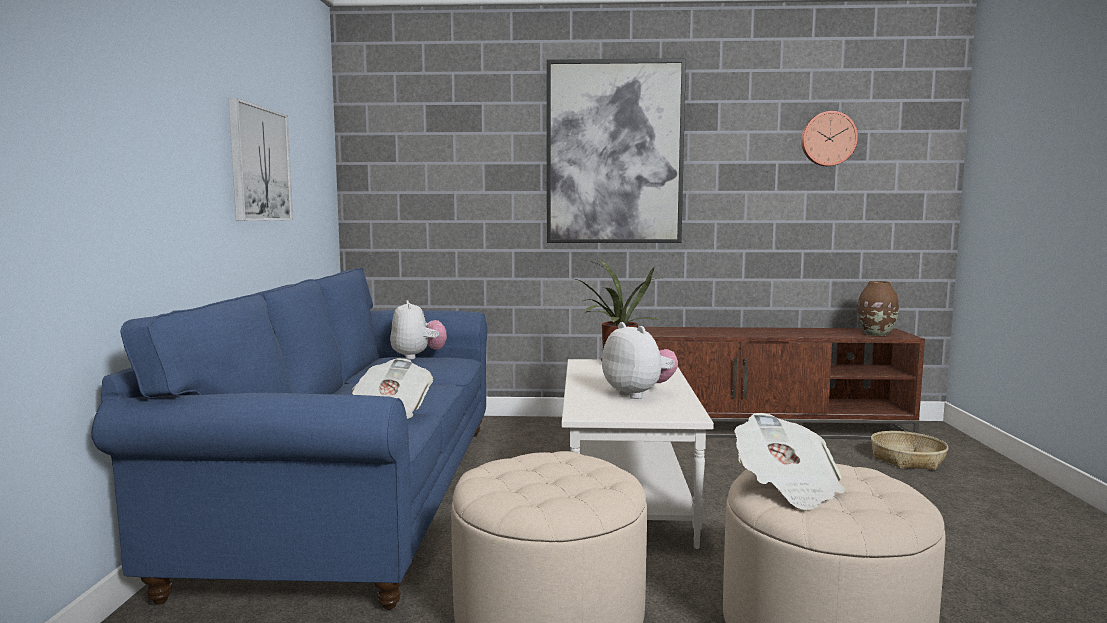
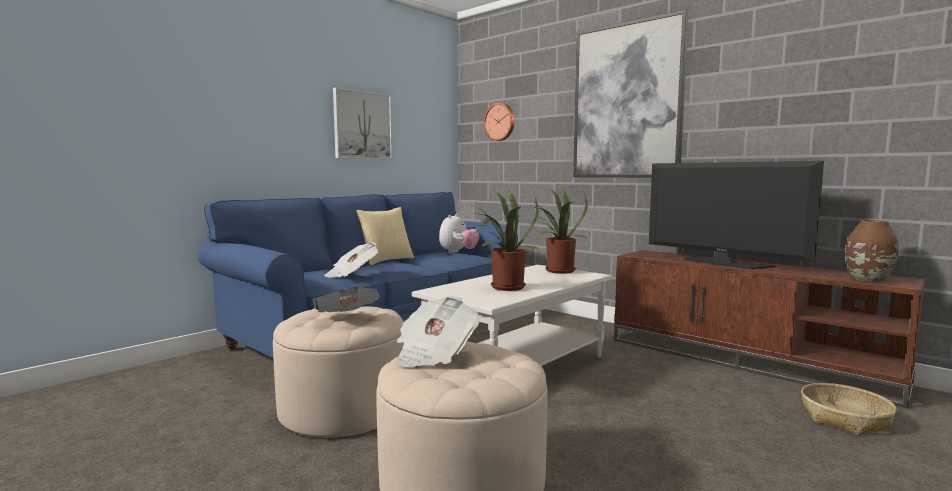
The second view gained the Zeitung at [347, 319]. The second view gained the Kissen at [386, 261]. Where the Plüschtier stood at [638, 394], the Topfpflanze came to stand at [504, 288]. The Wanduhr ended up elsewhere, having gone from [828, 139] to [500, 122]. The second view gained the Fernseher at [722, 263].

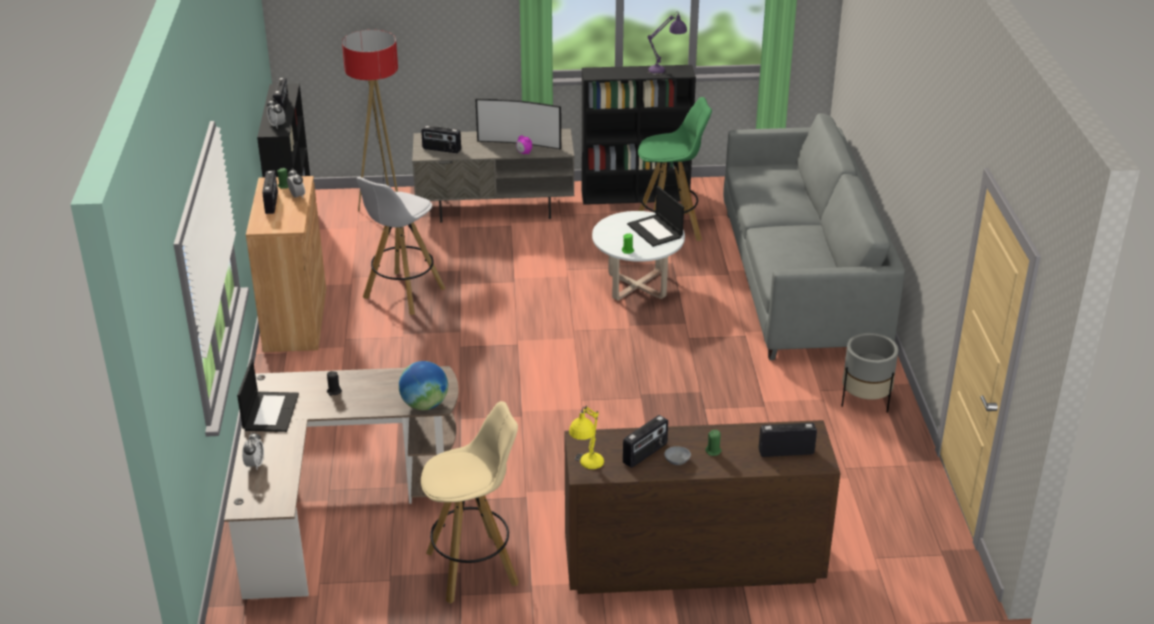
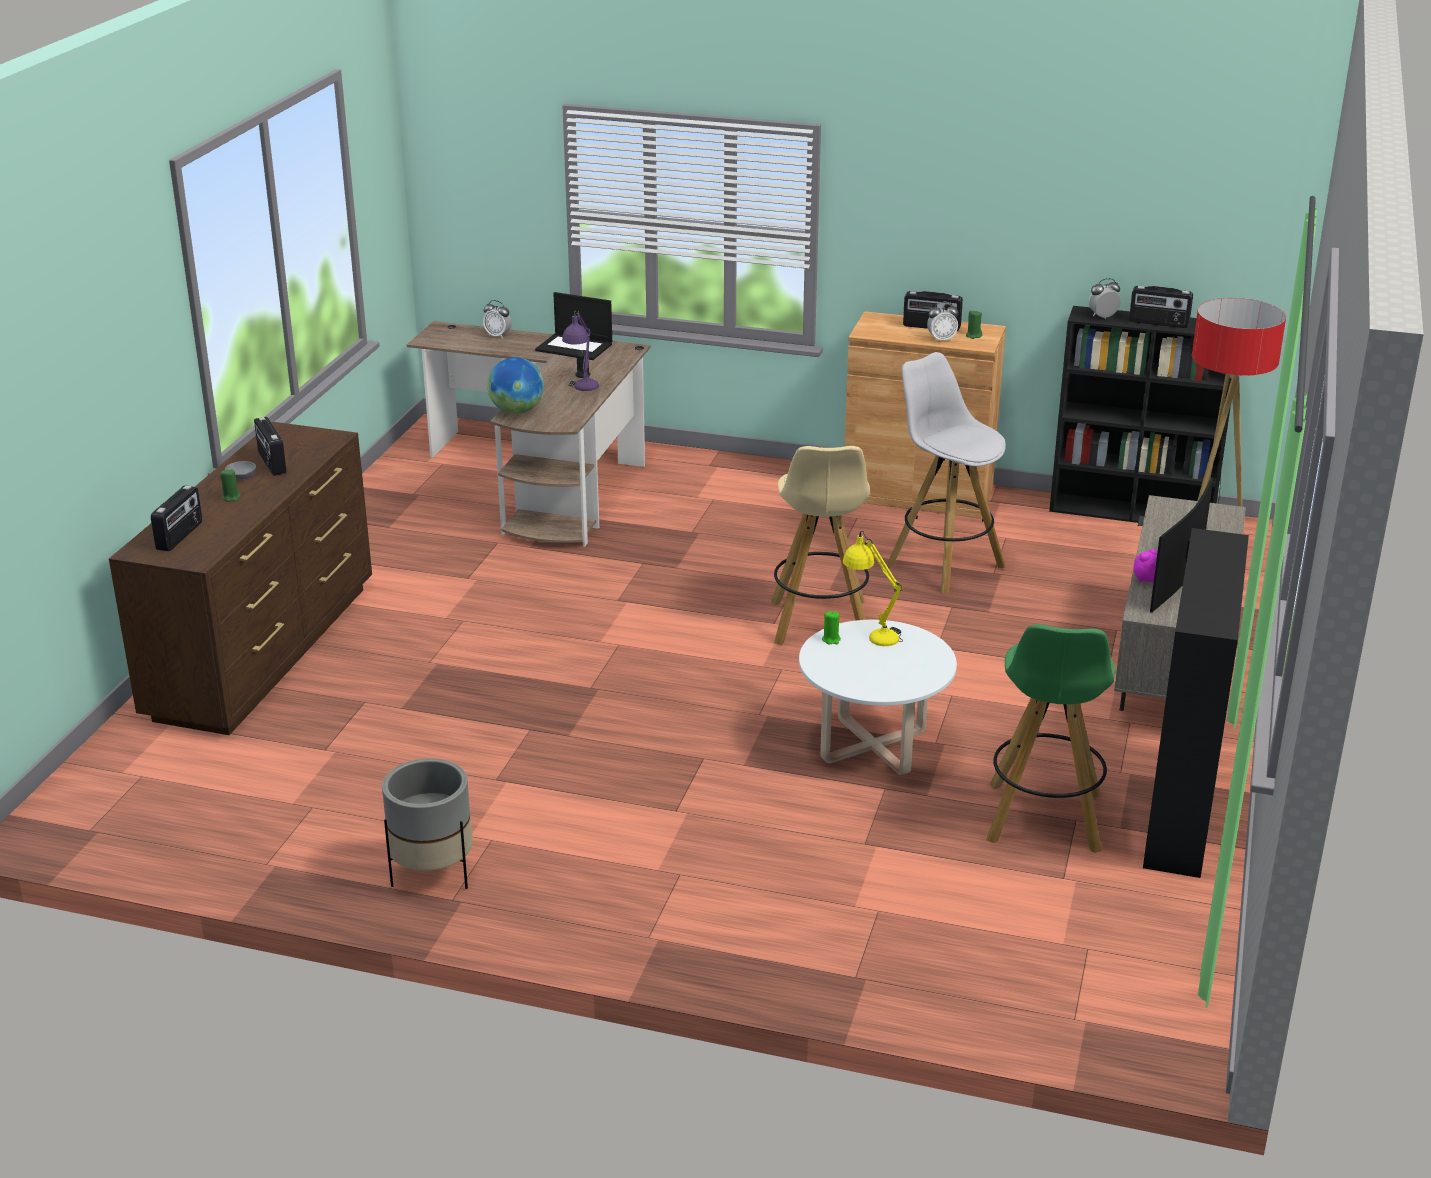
The Tischlampe [lila] ended up elsewhere, having gone from [666, 70] to [581, 391]. The Hocker [beige] ended up elsewhere, having gone from [474, 568] to [820, 624]. The Tischlampe [gelb] ended up elsewhere, having gone from [586, 469] to [871, 632]. The second view lost the Radio at [441, 149]. The second view lost the Laptop at [655, 231]. The second view lost the Sofa [grau] at [801, 280].

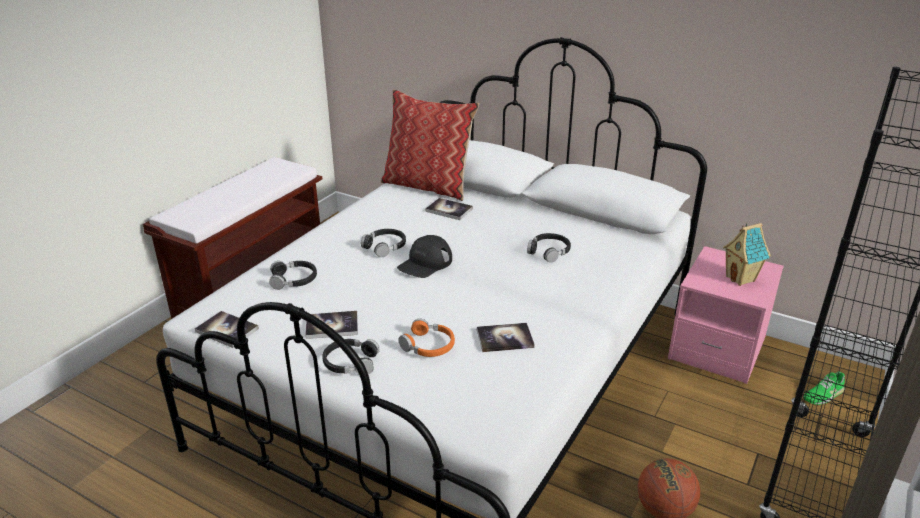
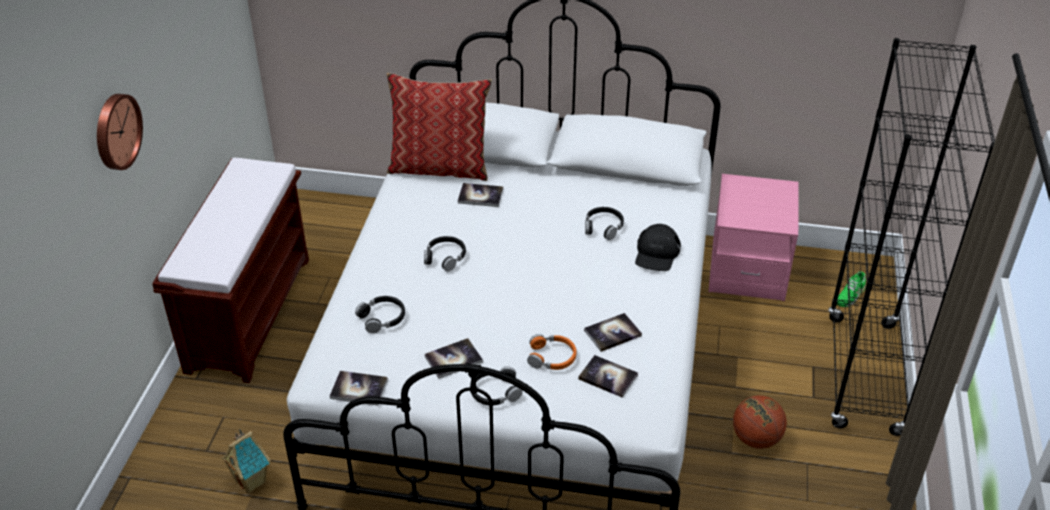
The second view gained the Wanduhr at [115, 131]. The Spielzeughaus ended up elsewhere, having gone from [741, 279] to [252, 481]. The second view gained the Buch at [608, 377]. The Kappe [schwarz] ended up elsewhere, having gone from [425, 263] to [656, 253].

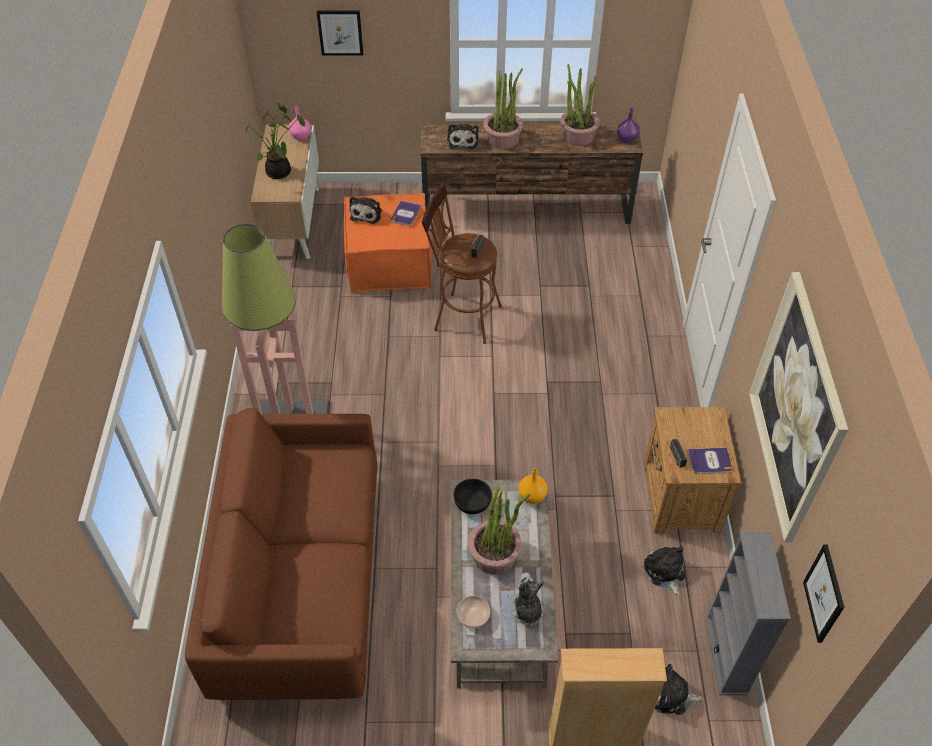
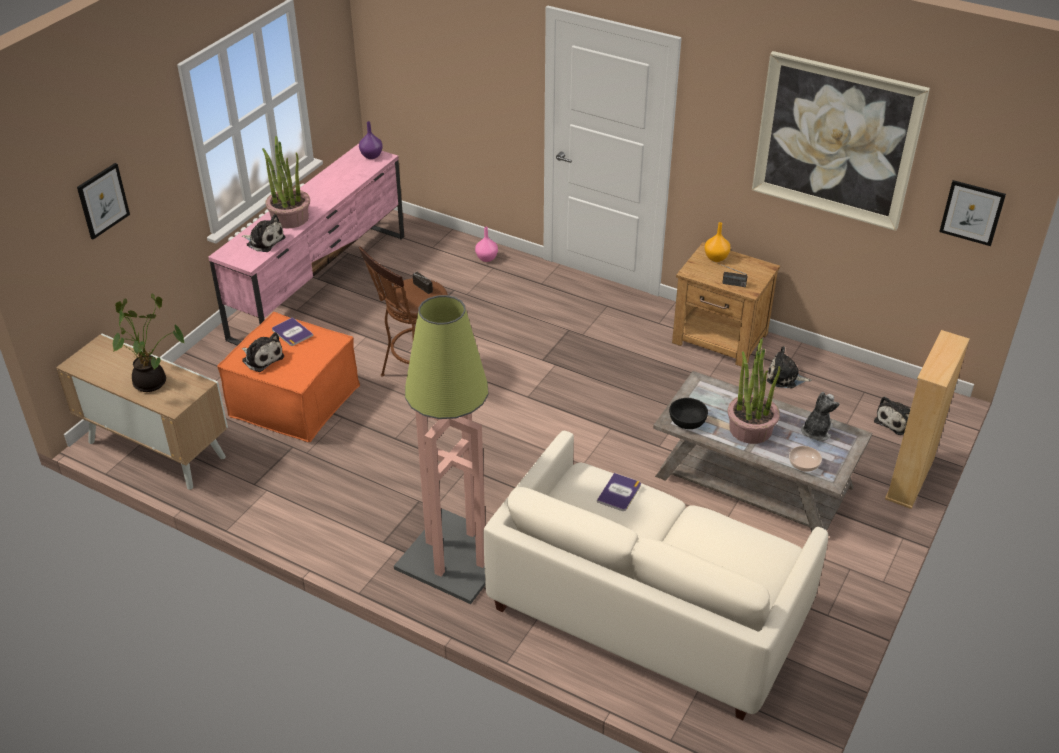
What was the Fernsehschrank [braun] at [527, 209] turned into the Fernsehschrank [rosa] at [320, 285]. The Vase [rosa] ended up elsewhere, having gone from [301, 136] to [486, 258]. What was the Sofa [braun] at [299, 579] turned into the Sofa [weiß] at [647, 609]. The Buch ended up elsewhere, having gone from [709, 461] to [619, 493]. The Vase [orange] ended up elsewhere, having gone from [531, 496] to [716, 258]. The Plüschtier at [526, 610] ended up facing another way, 105 degrees clockwise from before. The second view lost the Topfpflanze at [578, 135]. The second view lost the Bücherregal [grau] at [726, 654].

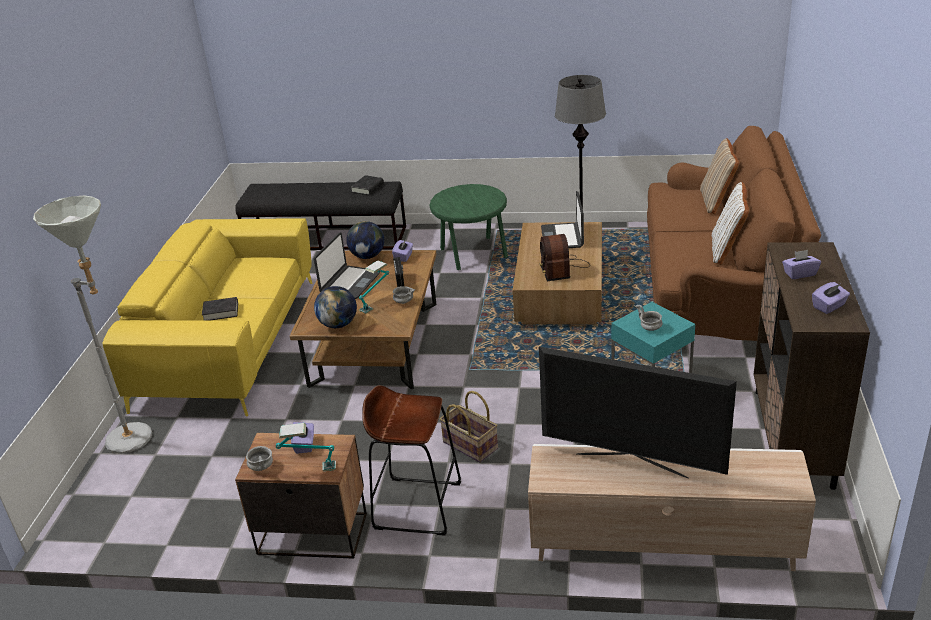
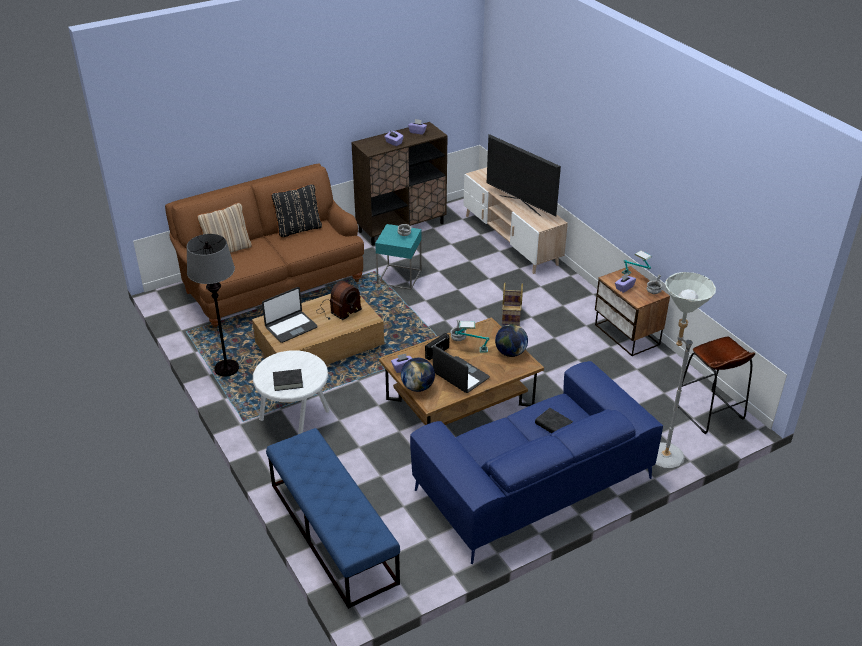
What was the Beistelltisch [grün] at [472, 253] turned into the Beistelltisch [weiß] at [295, 416]. What was the Bank [schwarz] at [327, 238] turned into the Bank [blau] at [332, 532]. What was the Kissen [weiß] at [727, 250] turned into the Kissen [schwarz] at [298, 229]. The Buch [schwarz] ended up elsewhere, having gone from [367, 188] to [288, 382]. What was the Sofa [gelb] at [229, 342] turned into the Sofa [blau] at [532, 483]. The Laptop at [349, 283] ended up facing another way, 60 degrees clockwise from before. The Fernseher at [631, 464] ended up facing another way, 150 degrees clockwise from before. The Hocker [braun] ended up elsewhere, having gone from [417, 505] to [709, 412].

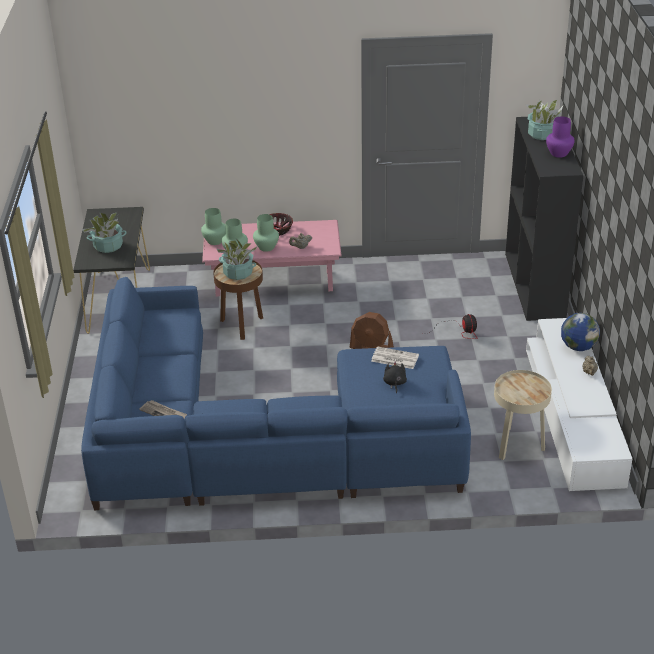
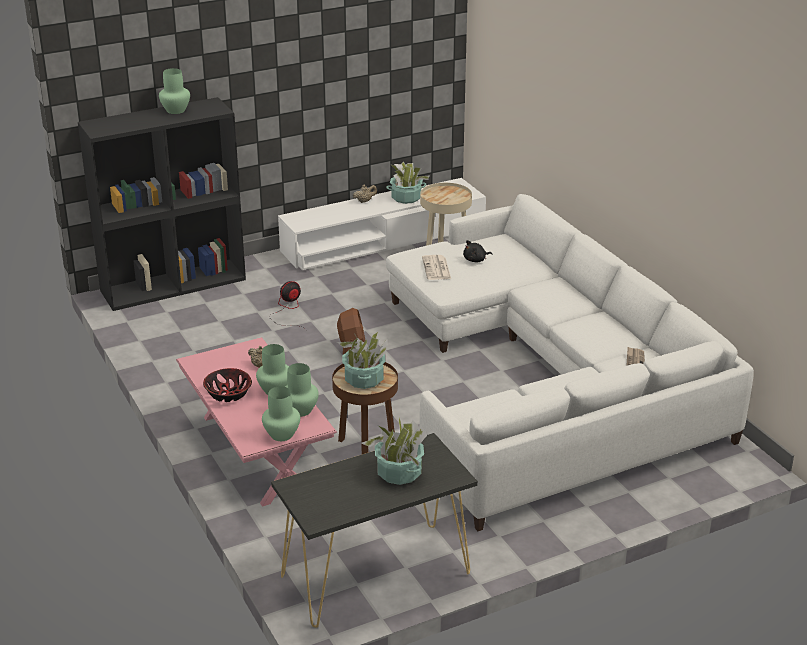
What was the Vase [lila] at [558, 153] turned into the Vase [grün] at [176, 110]. The Topfpflanze ended up elsewhere, having gone from [542, 134] to [406, 198]. What was the Sofa [blau] at [259, 437] turned into the Sofa [weiß] at [549, 380]. The second view lost the Globus at [578, 347].

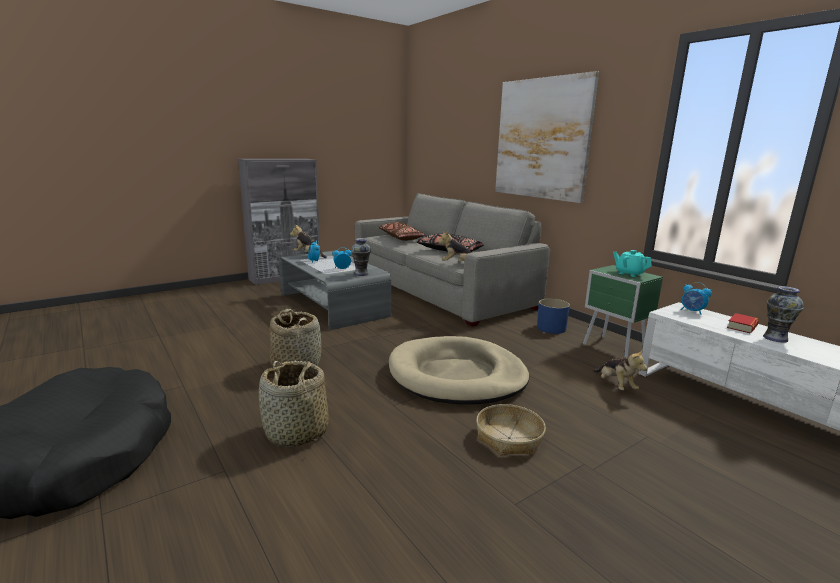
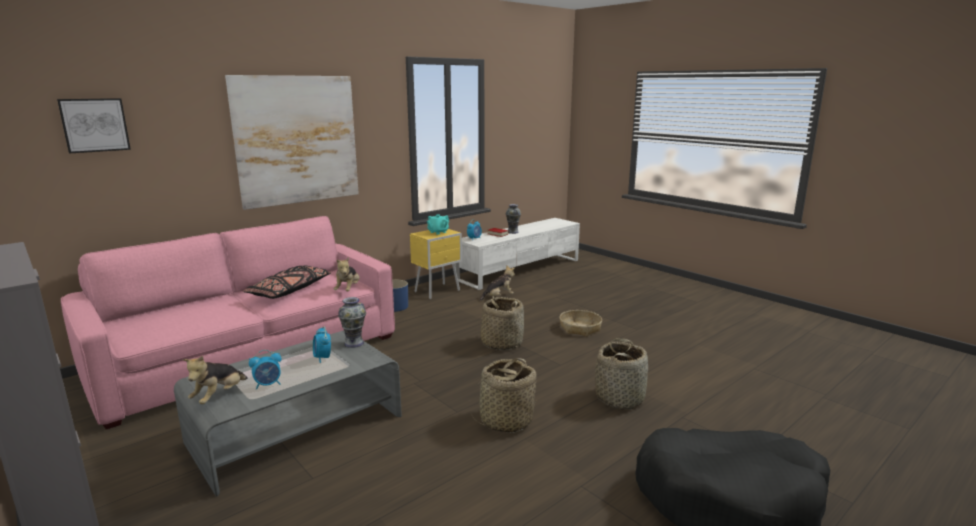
The second view gained the Bild at [94, 125]. What was the Sofa [grau] at [440, 289] turned into the Sofa [rosa] at [248, 355]. What was the Nachttisch [grün] at [614, 349] turned into the Nachttisch [gelb] at [438, 291]. Where the Hundebett [beige] stood at [457, 375], the Korb came to stand at [501, 343]. The second view lost the Kissen [braun] at [400, 238].

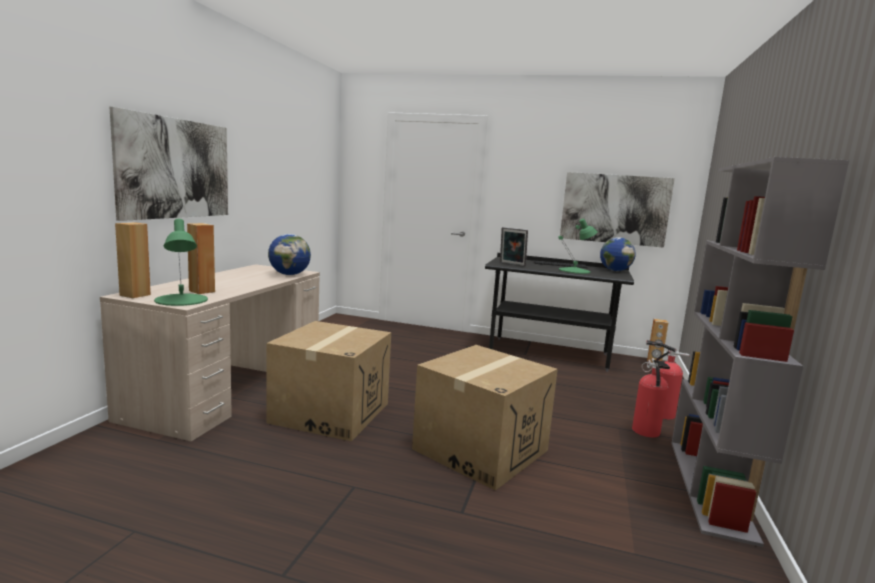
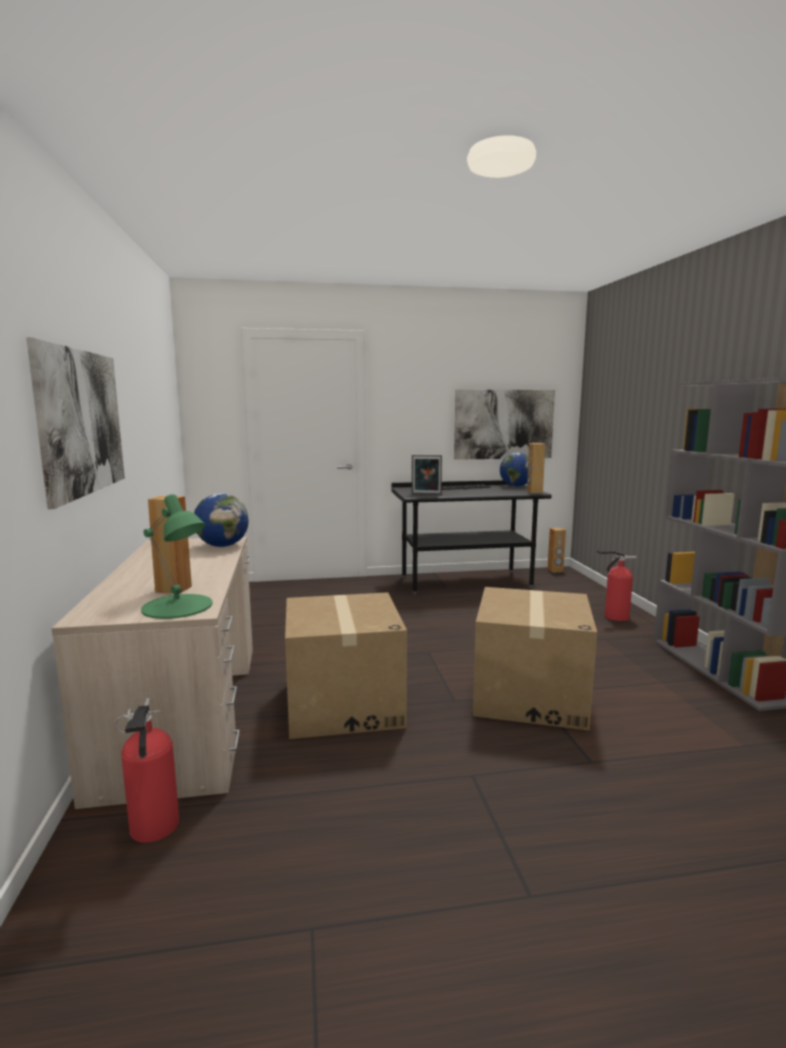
The Feuerlöscher ended up elsewhere, having gone from [646, 432] to [153, 829]. The Lautsprecher [braun] ended up elsewhere, having gone from [135, 295] to [534, 492]. The second view lost the Tischlampe [grün] at [575, 270].

